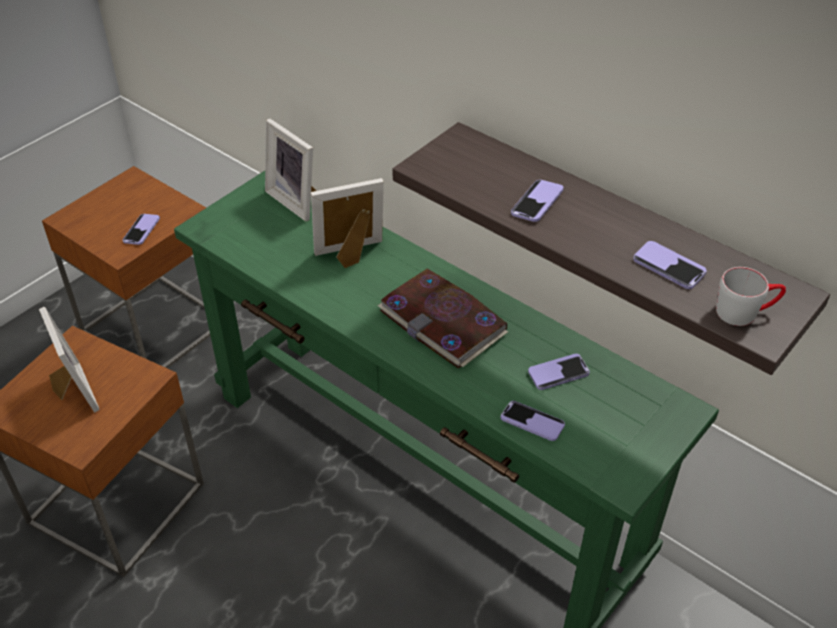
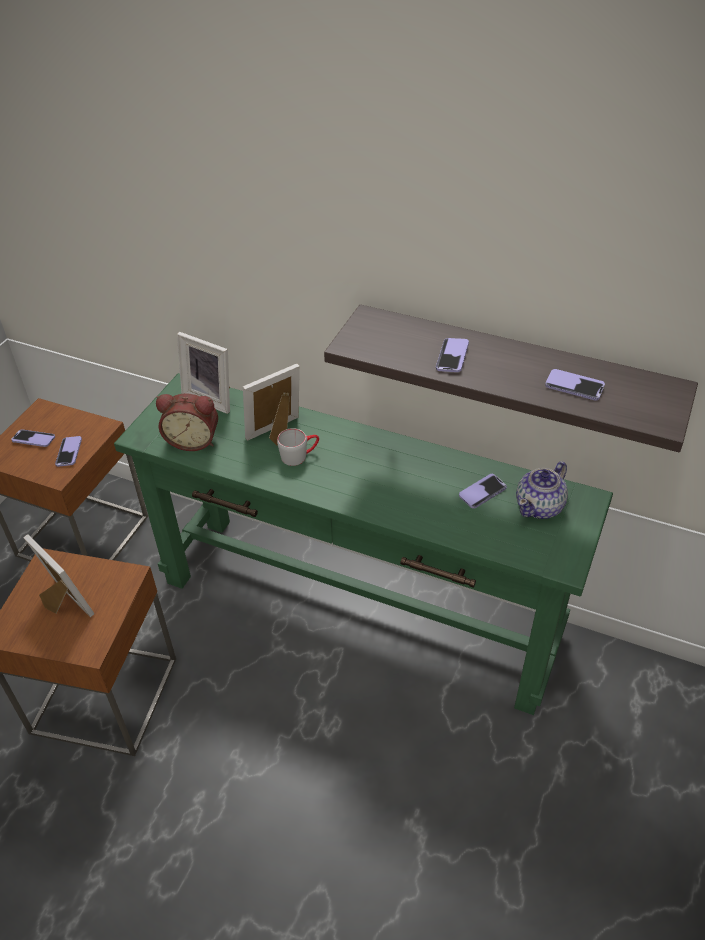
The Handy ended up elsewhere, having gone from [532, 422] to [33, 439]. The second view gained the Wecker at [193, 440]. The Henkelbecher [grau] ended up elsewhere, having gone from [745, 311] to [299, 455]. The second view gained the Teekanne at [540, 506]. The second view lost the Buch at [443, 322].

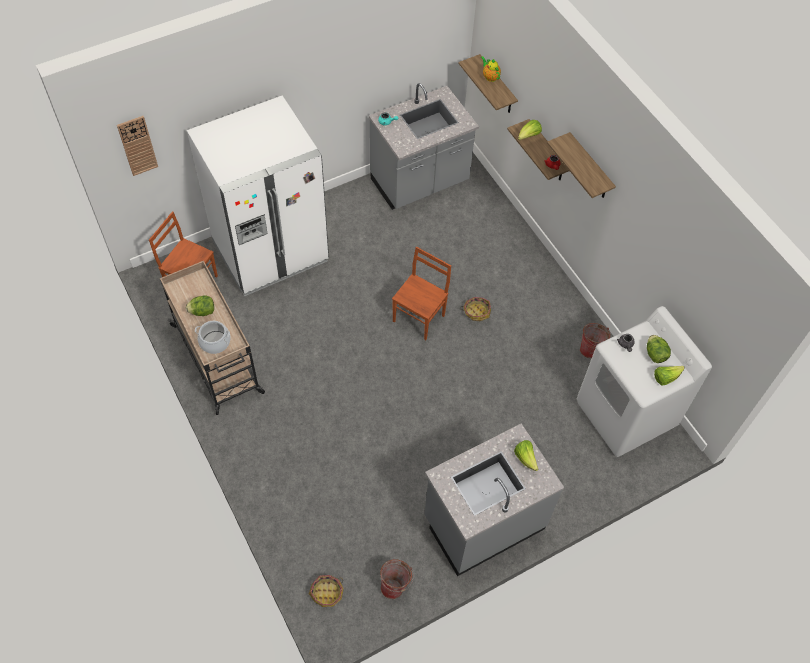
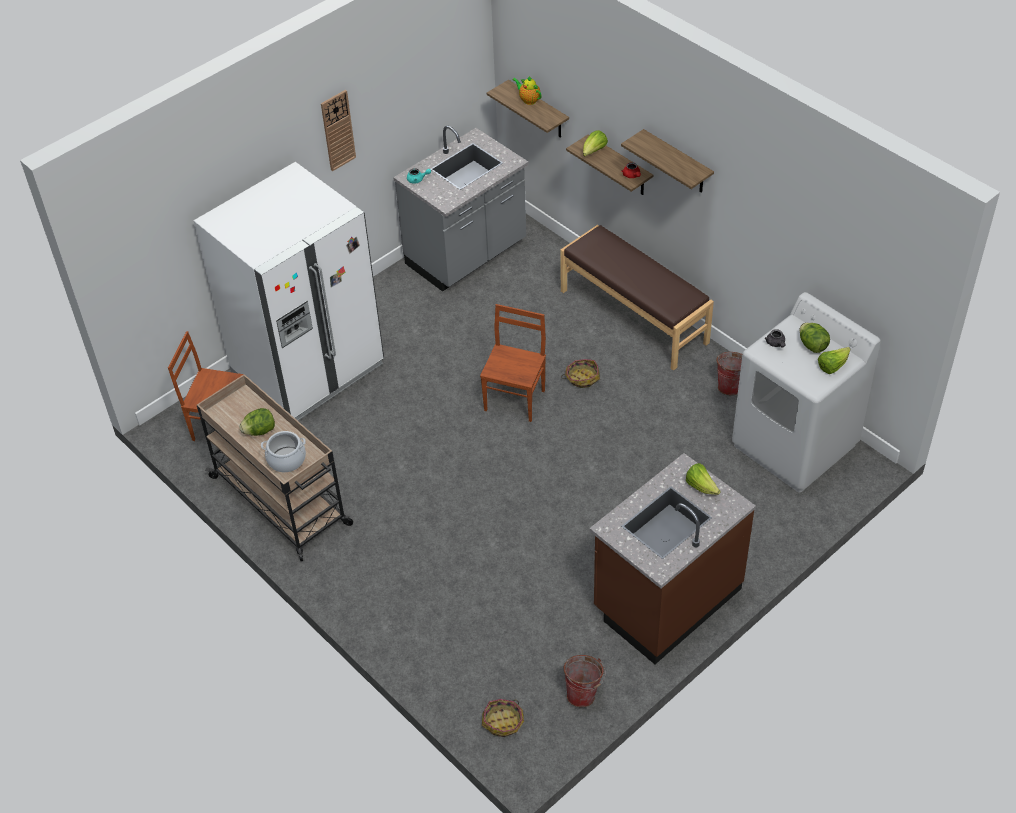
The Wanduhr ended up elsewhere, having gone from [137, 145] to [338, 130]. The second view gained the Bank [braun] at [634, 316]. What was the Küchenzeile [grau] at [483, 522] turned into the Küchenzeile [braun] at [666, 599].

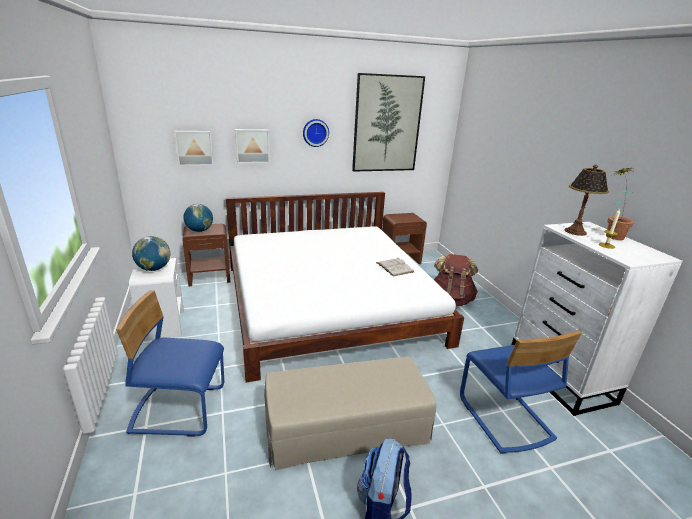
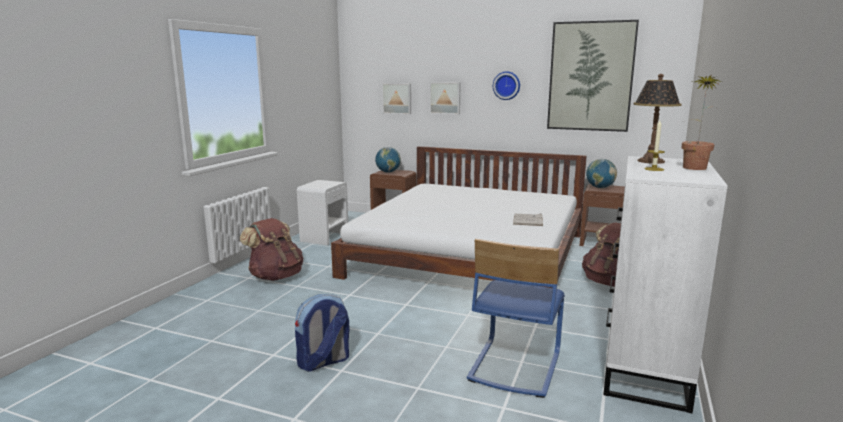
Where the Stuhl [blau] stood at [179, 409], the Rucksack [braun] came to stand at [276, 276]. The Globus ended up elsewhere, having gone from [154, 269] to [600, 187]. The second view lost the Polsterhocker [beige] at [346, 425].

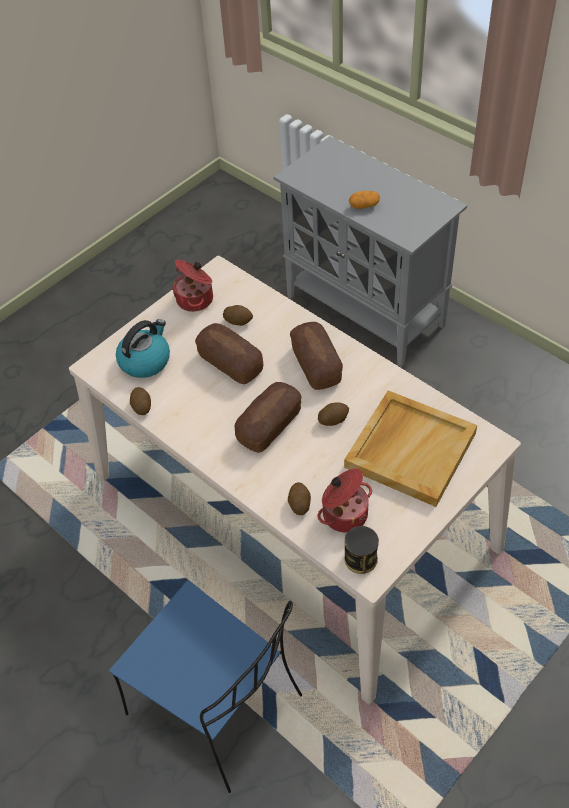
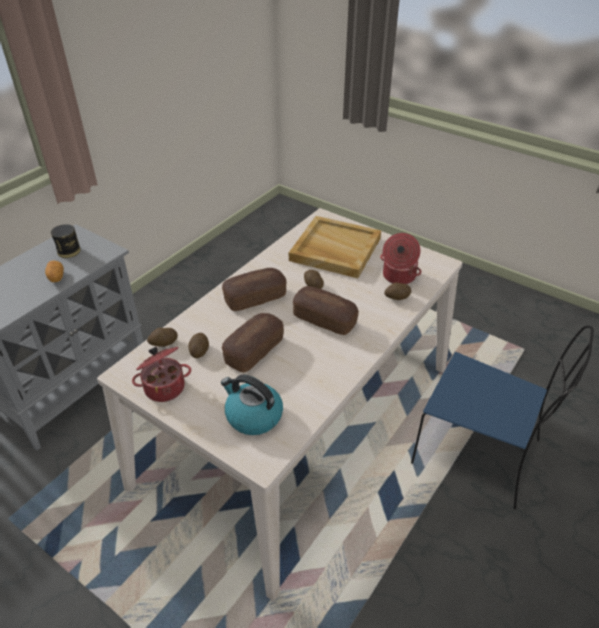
The Dose ended up elsewhere, having gone from [361, 559] to [69, 251]. The Kartoffel ended up elsewhere, having gone from [141, 406] to [163, 343]. The Stuhl [blau] at [218, 706] ended up facing another way, 90 degrees clockwise from before.

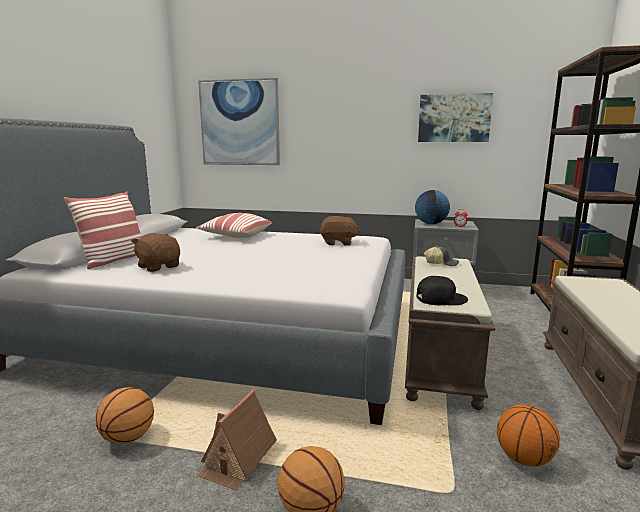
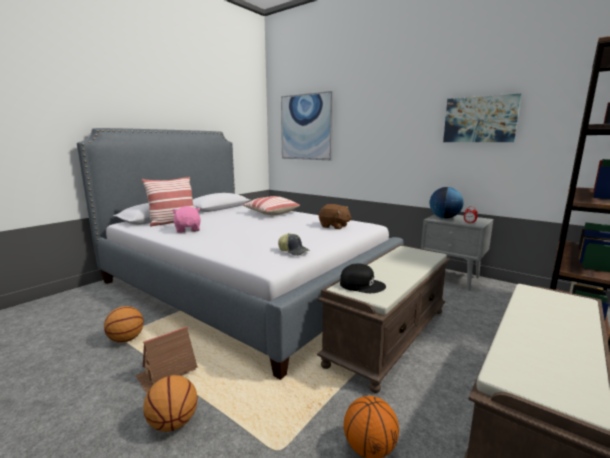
What was the Plüschtier [braun] at [159, 267] turned into the Plüschtier [rosa] at [188, 230]. The Kappe ended up elsewhere, having gone from [441, 263] to [294, 251].

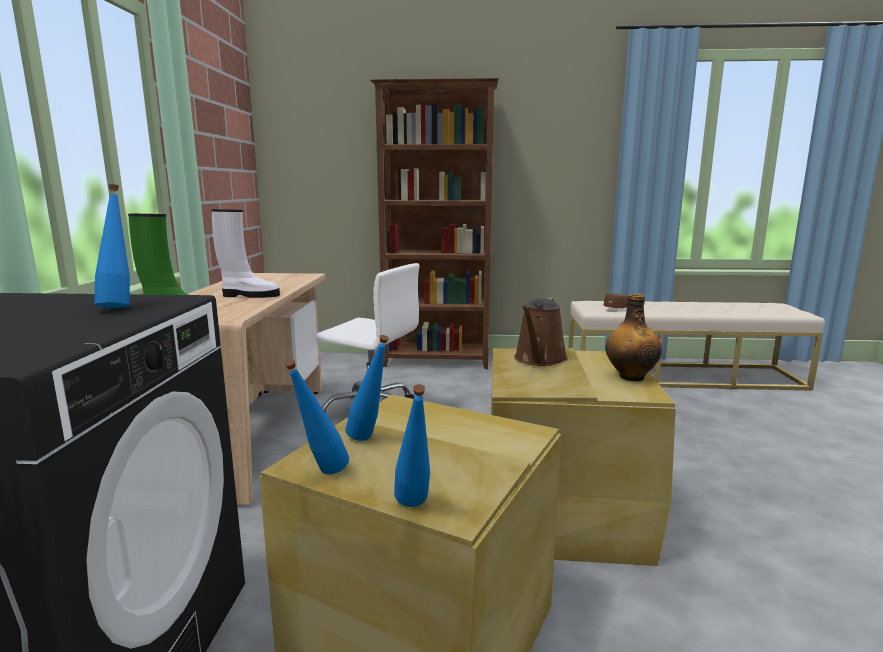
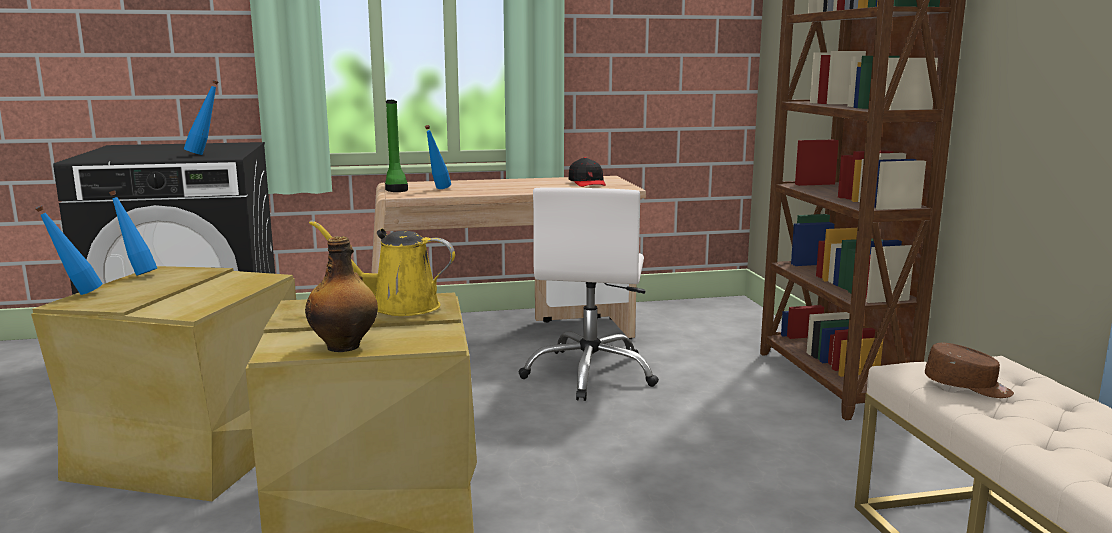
What was the Gießkanne [braun] at [539, 359] turned into the Gießkanne [gelb] at [398, 307]. The Flasche [blau] ended up elsewhere, having gone from [369, 440] to [438, 189]. The second view gained the Kappe [schwarz] at [587, 183]. The second view lost the Stiefel [weiß] at [249, 295].

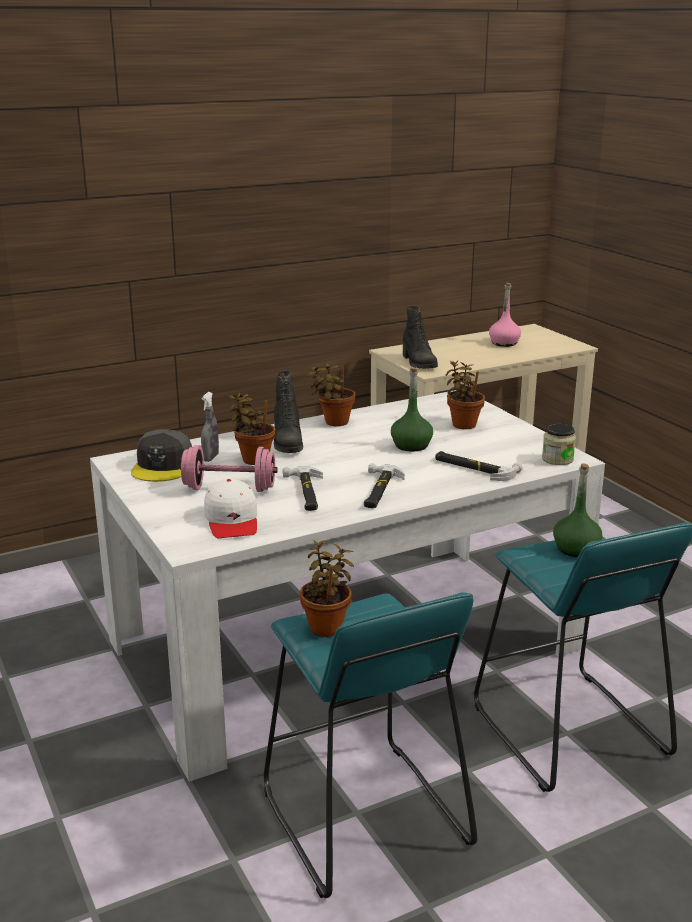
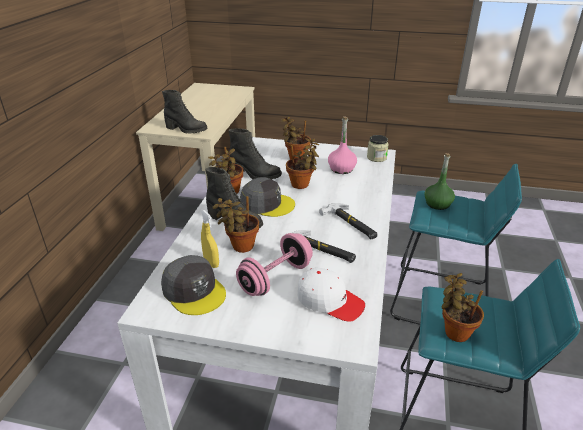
What was the Sprühflasche [grau] at [210, 458] turned into the Sprühflasche [gelb] at [211, 262]. The second view gained the Stiefel [schwarz] at [255, 175]. The second view gained the Kappe [grau] at [267, 204]. Where the Flasche [grün] stood at [411, 445], the Topfpflanze came to stand at [302, 185]. The Flasche [rosa] ended up elsewhere, having gone from [504, 343] to [341, 169]. The second view lost the Hammer at [475, 468].

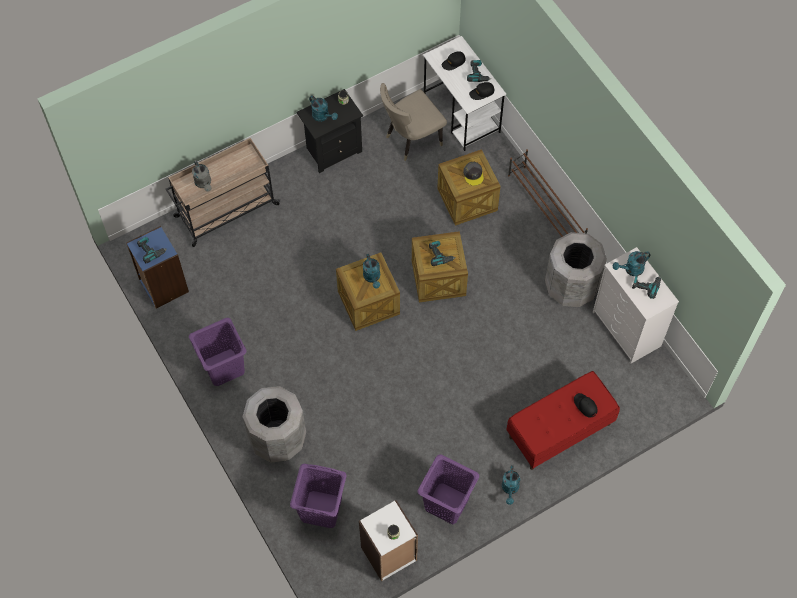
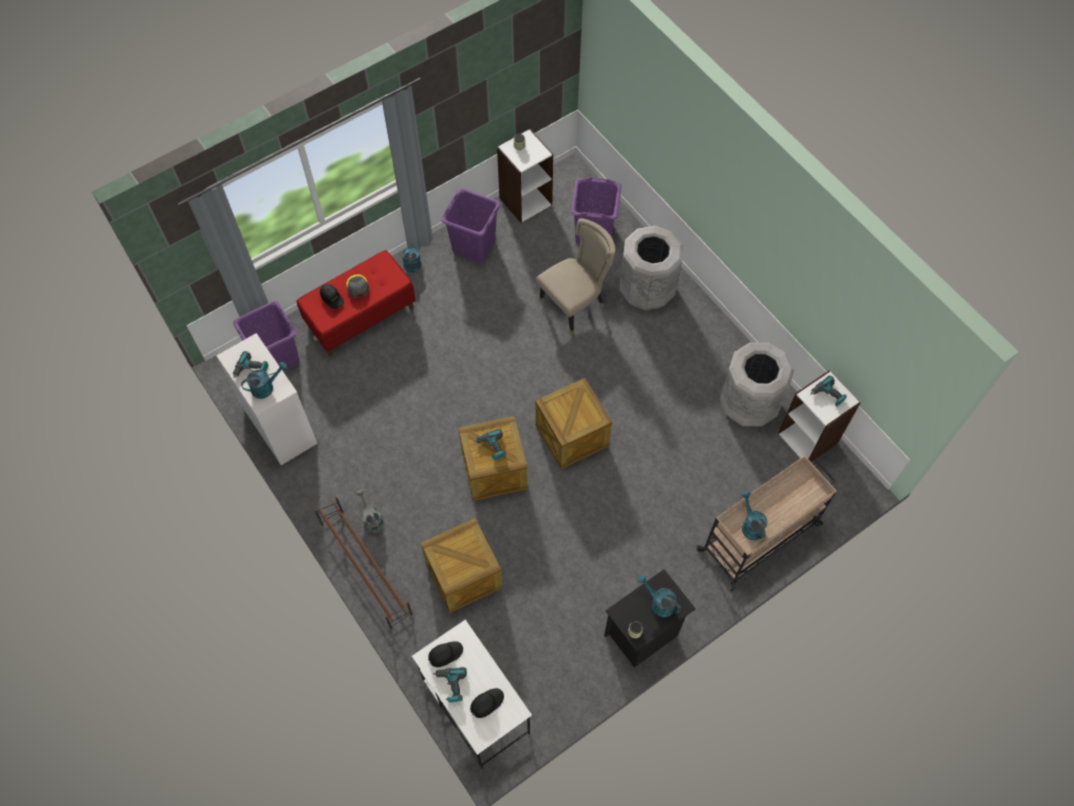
The Wäschekorb [lila] ended up elsewhere, having gone from [223, 367] to [277, 358]. The Kappe [grau] ended up elsewhere, having gone from [473, 174] to [357, 287]. The Gießkanne [grau] ended up elsewhere, having gone from [204, 183] to [371, 519]. The Stuhl [beige] ended up elsewhere, having gone from [410, 140] to [575, 304]. The Mülleimer [grau] ended up elsewhere, having gone from [571, 287] to [749, 404]. The Gießkanne [türkis] ended up elsewhere, having gone from [372, 278] to [750, 525]. What was the Bücherregal [blau] at [163, 286] turned into the Bücherregal [weiß] at [808, 438].

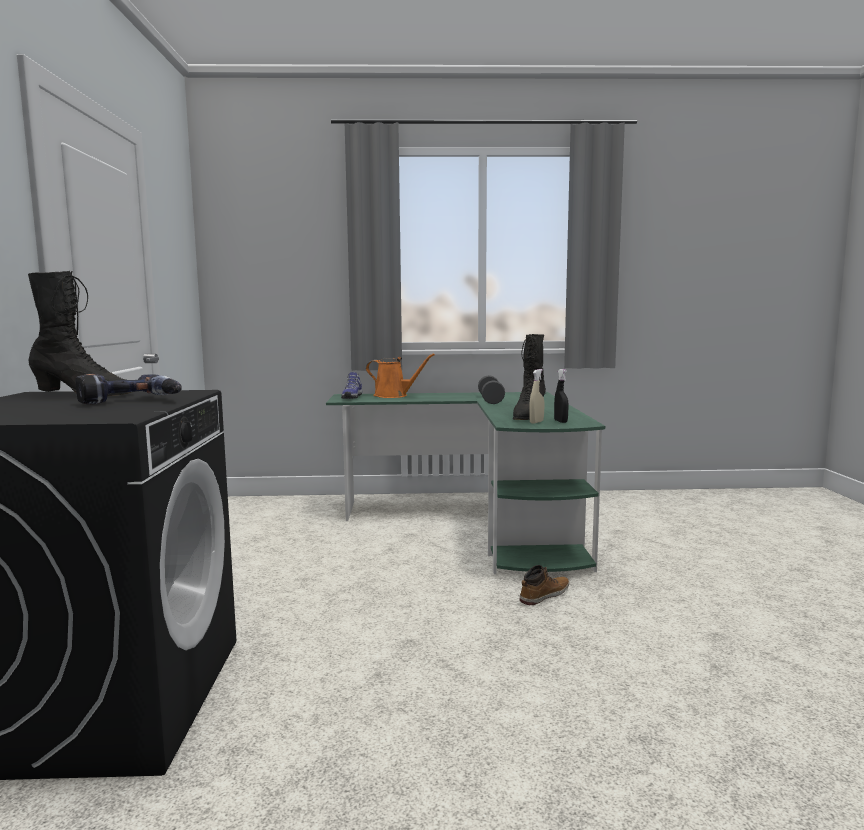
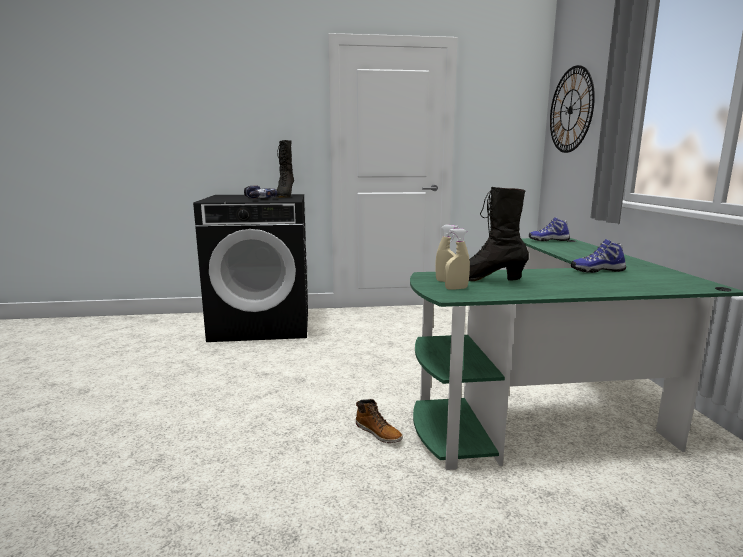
What was the Sprühflasche [schwarz] at [560, 421] turned into the Sprühflasche [beige] at [456, 288]. The second view gained the Wanduhr at [570, 110]. Where the Hantel [grau] stood at [490, 400], the Schuh came to stand at [596, 270]. The second view lost the Gießkanne [orange] at [394, 396].

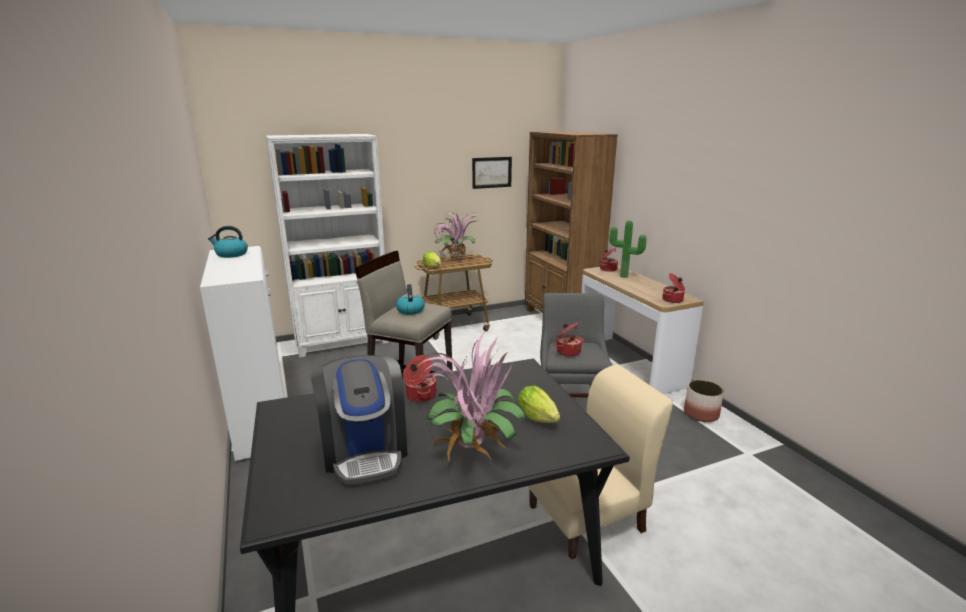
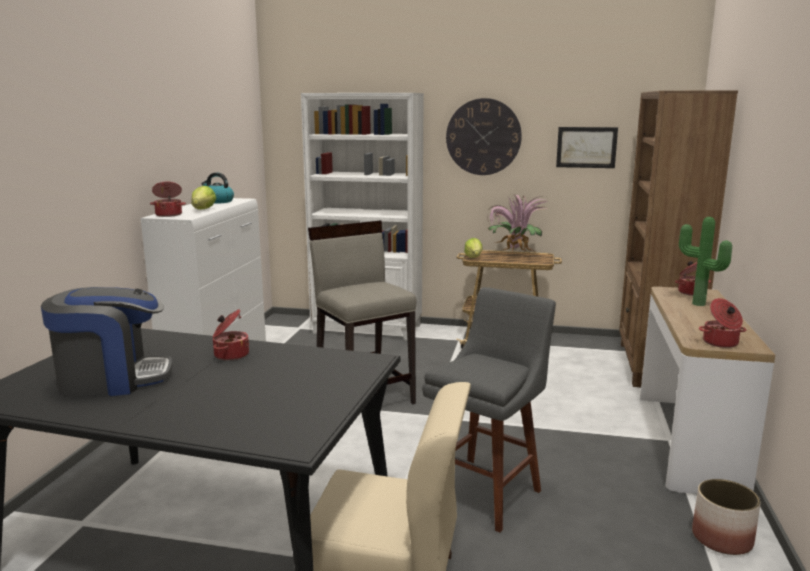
The Kaffeemaschine at [365, 451] ended up facing another way, 120 degrees counterclockwise from before. The Kochtopf ended up elsewhere, having gone from [568, 351] to [169, 214]. The Salatkopf ended up elsewhere, having gone from [537, 418] to [203, 209]. The second view gained the Wanduhr at [483, 137]. The second view lost the Wasserkessel at [410, 310]. The second view lost the Topfpflanze at [473, 454].

